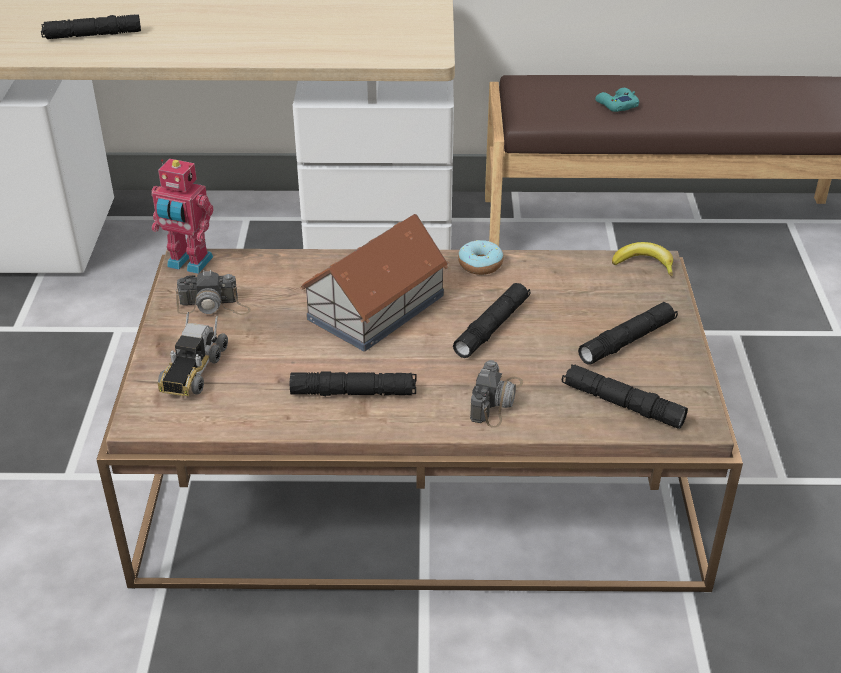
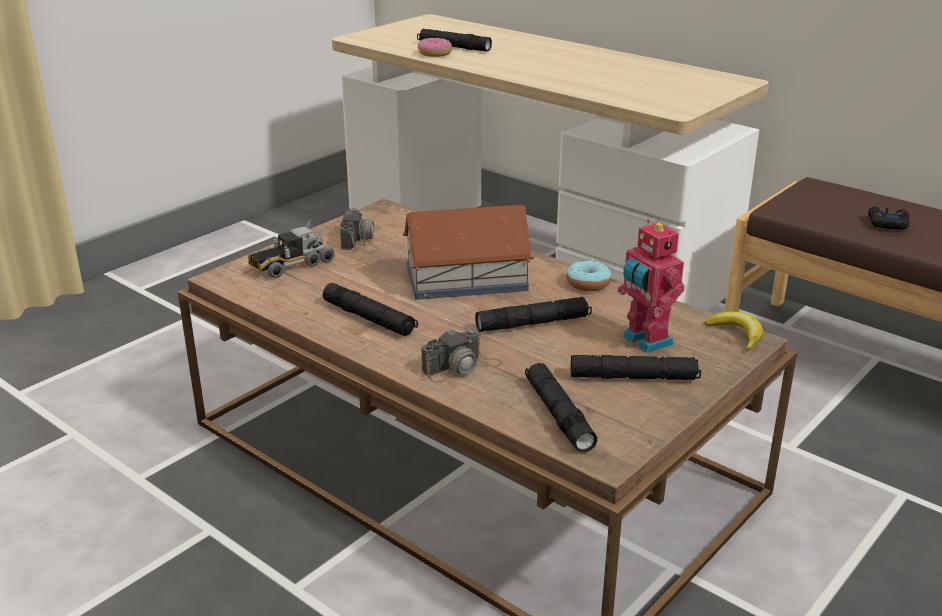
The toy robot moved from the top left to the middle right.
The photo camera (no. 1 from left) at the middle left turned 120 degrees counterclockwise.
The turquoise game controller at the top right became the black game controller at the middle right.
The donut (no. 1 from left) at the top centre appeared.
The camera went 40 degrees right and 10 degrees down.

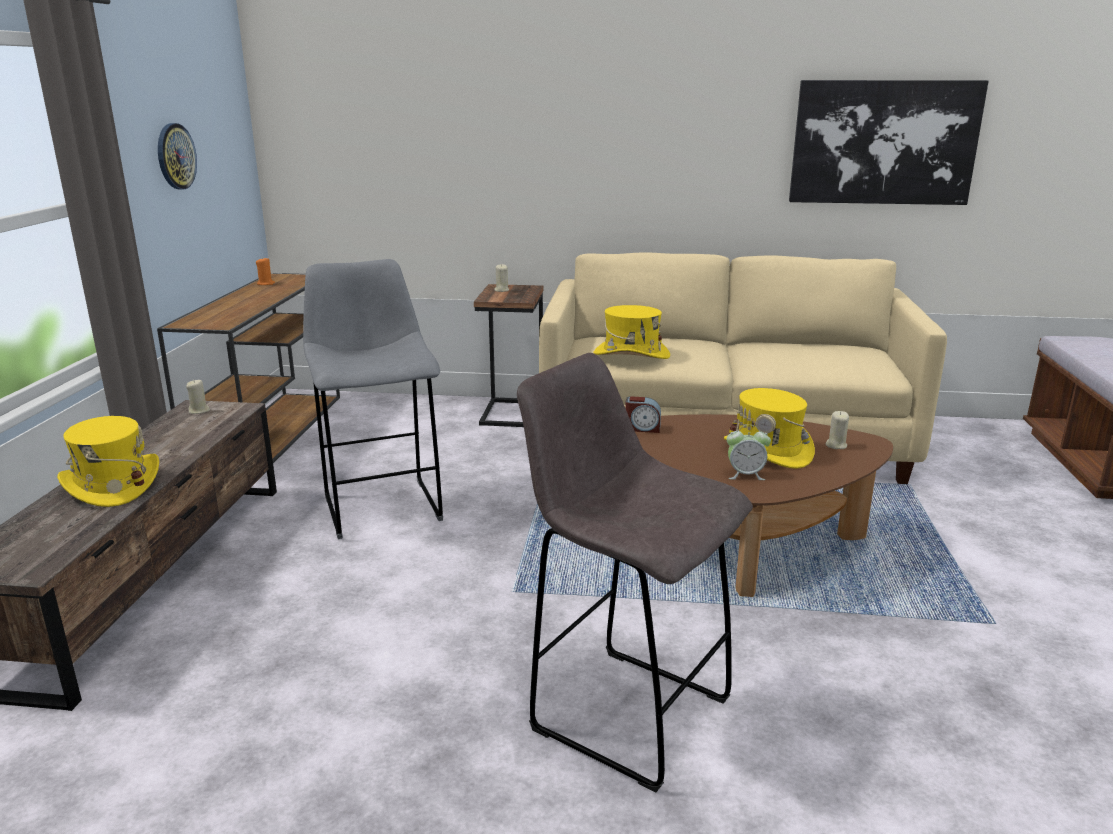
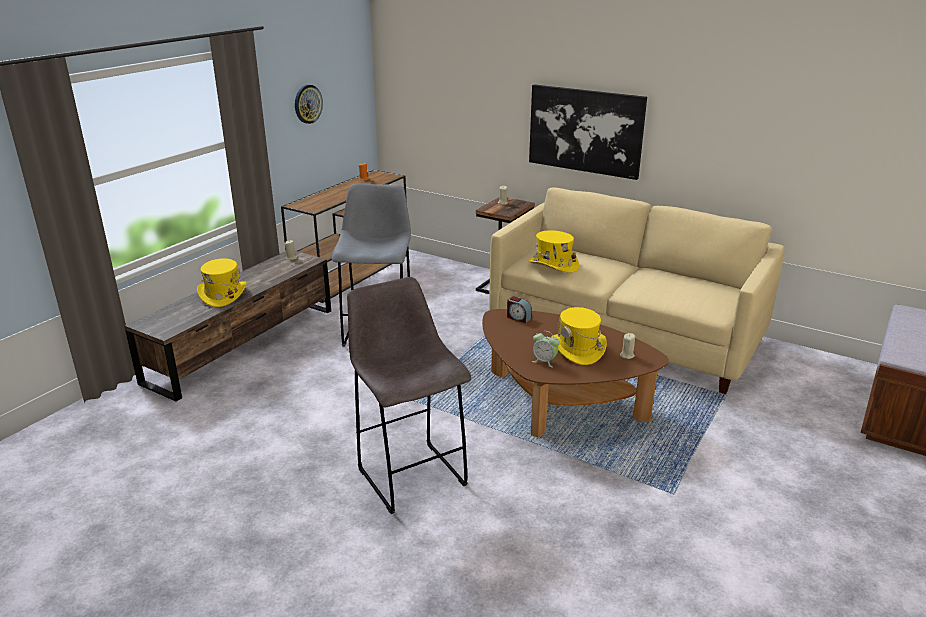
The picture moved from the top right to the top centre.
The camera went 25 degrees right and 5 degrees up.

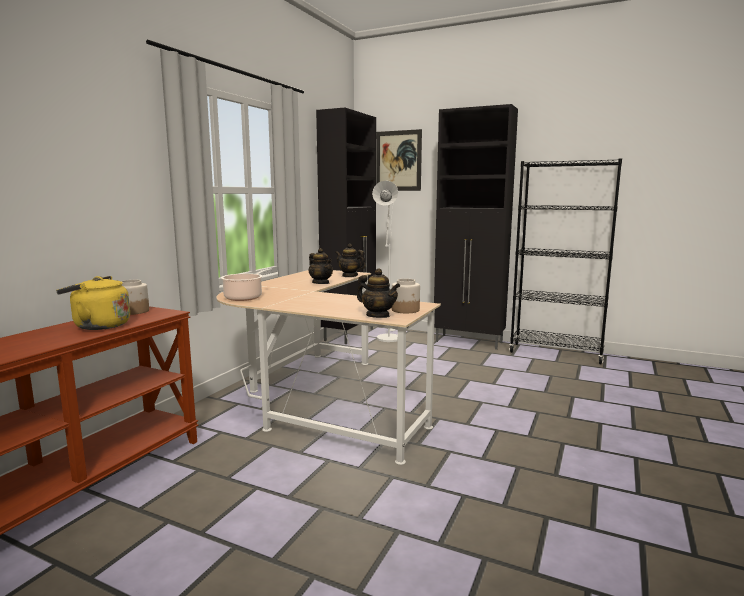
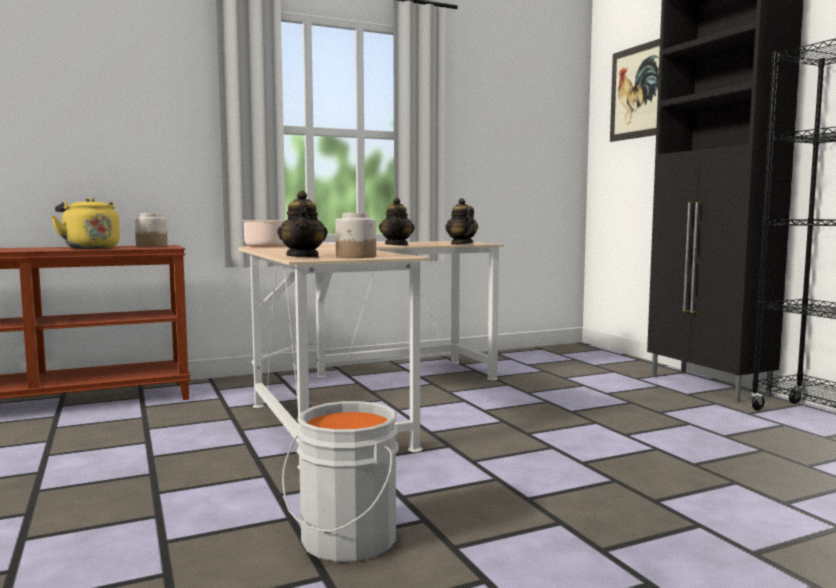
The black cabinet (no. 1 from left) at the centre disappeared.
The white floor lamp at the centre disappeared.
The grey bucket at the bottom centre appeared.
The camera went 40 degrees right and 5 degrees down.

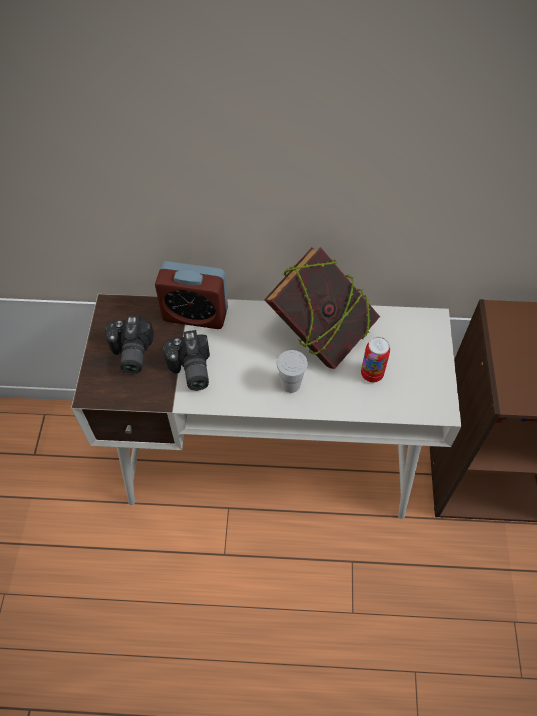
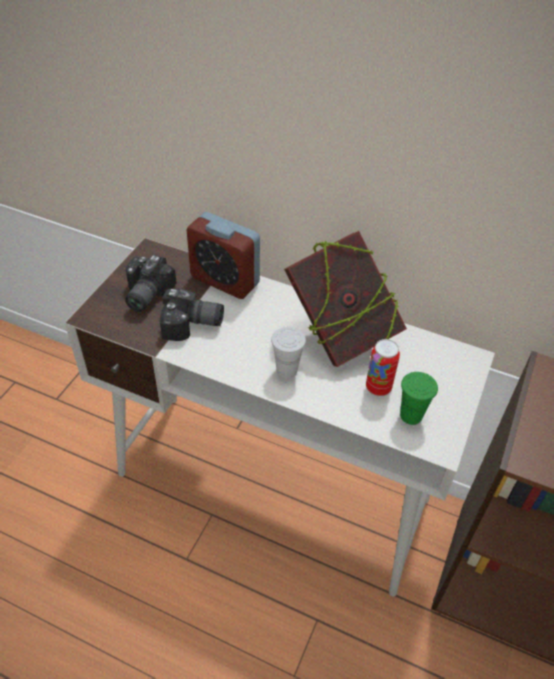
The photo camera (no. 2 from left) at the centre turned 90 degrees counterclockwise.
The green cup at the middle right appeared.
The camera went 20 degrees right and 10 degrees down.

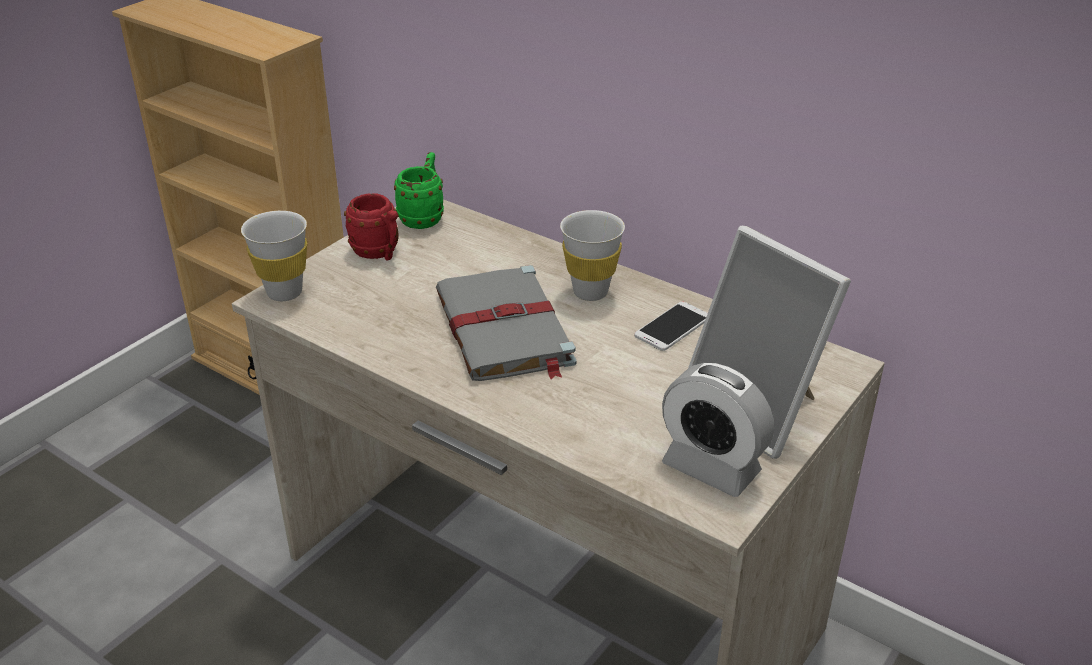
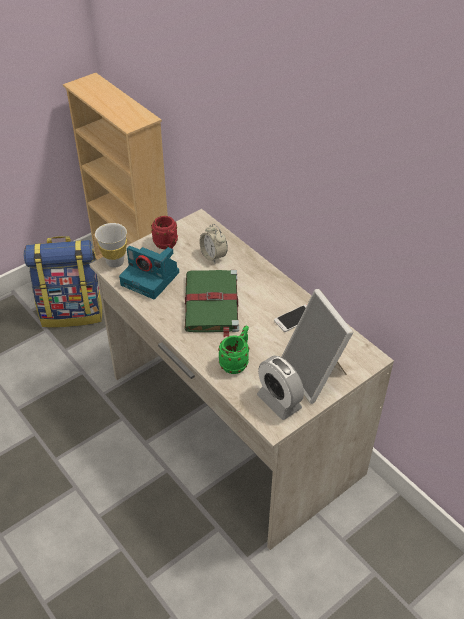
The green mug moved from the top centre to the centre.
The grey book at the centre became the green book at the centre.
The white cup (no. 2 from left) at the centre disappeared.
The backpack at the middle left appeared.
The photo camera at the middle left appeared.
The alarm clock (no. 1 from left) at the centre appeared.
The camera went 15 degrees right and 10 degrees up.

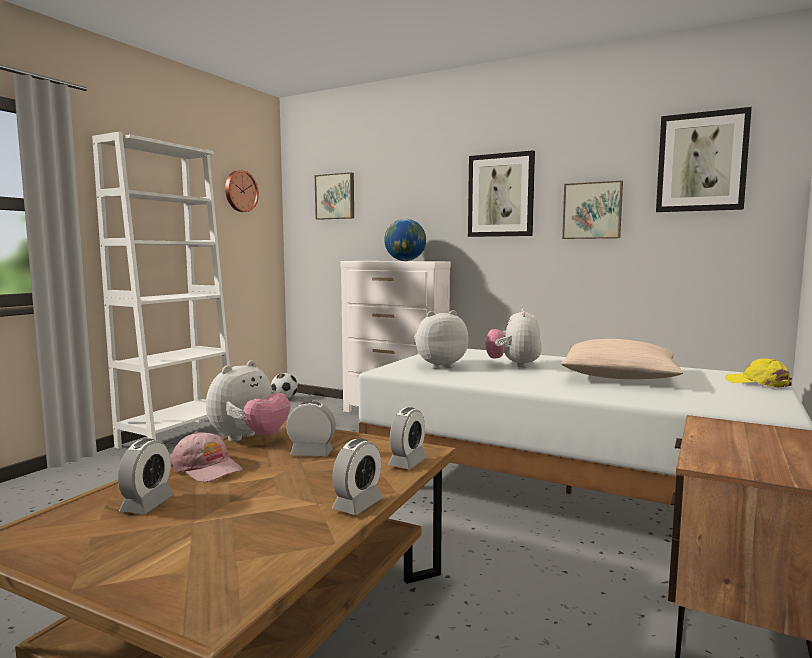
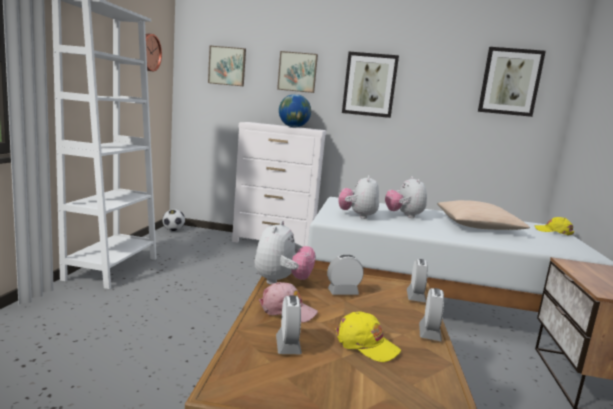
The plush toy (no. 2 from left) at the centre turned 45 degrees counterclockwise.
The picture (no. 3 from left in the first image) moved from the top right to the top centre.
The yellow cap (no. 1 from left) at the bottom centre appeared.
The camera went 20 degrees left and 5 degrees up.

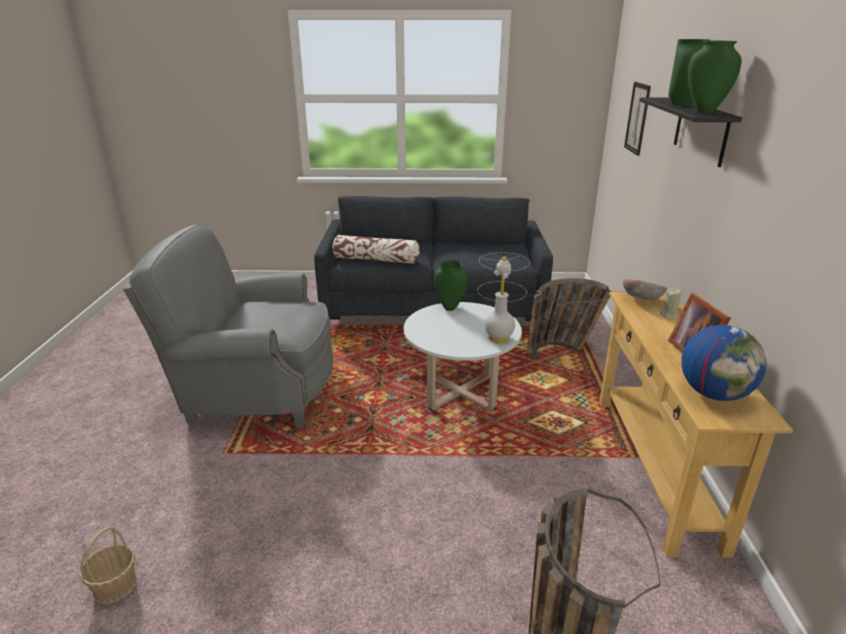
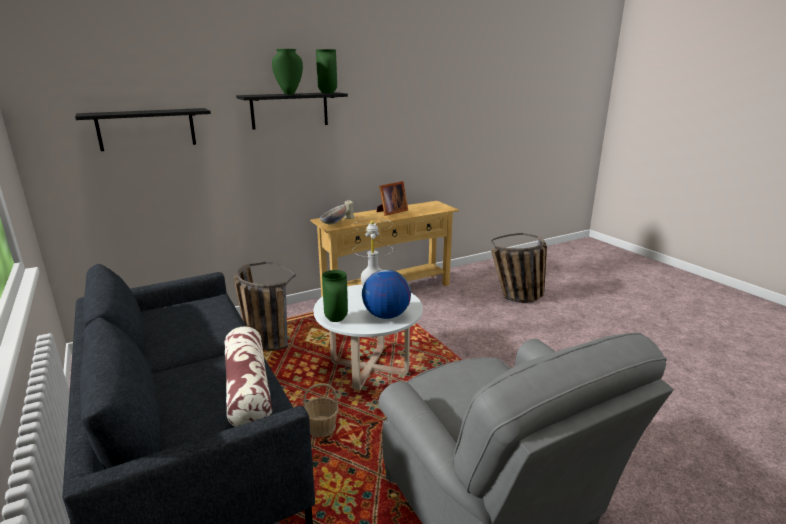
The basket (no. 1 from left in the first image) moved from the bottom left to the bottom centre.
The picture at the top right was replaced by the black shelf (no. 1 from left) at the top left.
The globe moved from the middle right to the centre.
The camera went 120 degrees left and 5 degrees down.

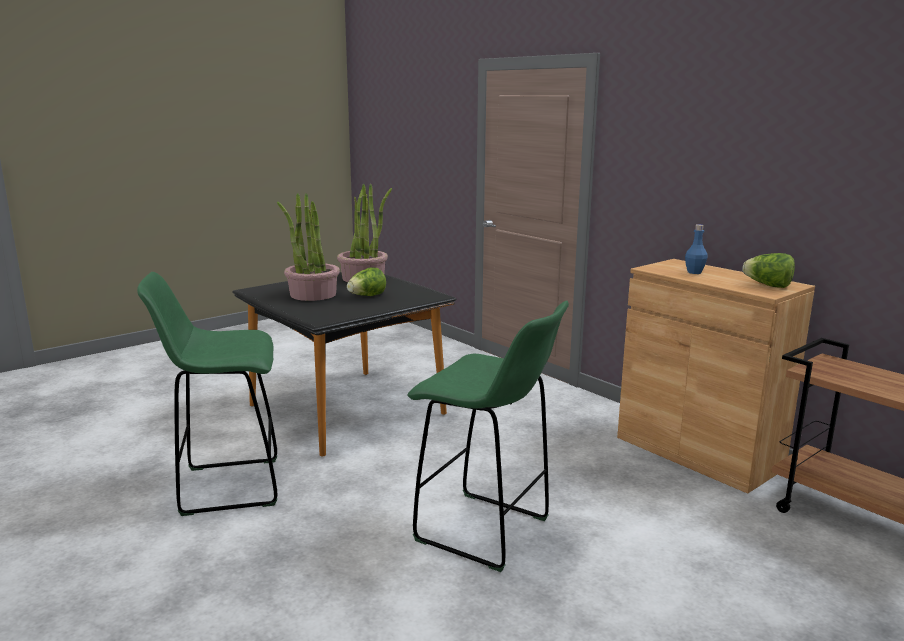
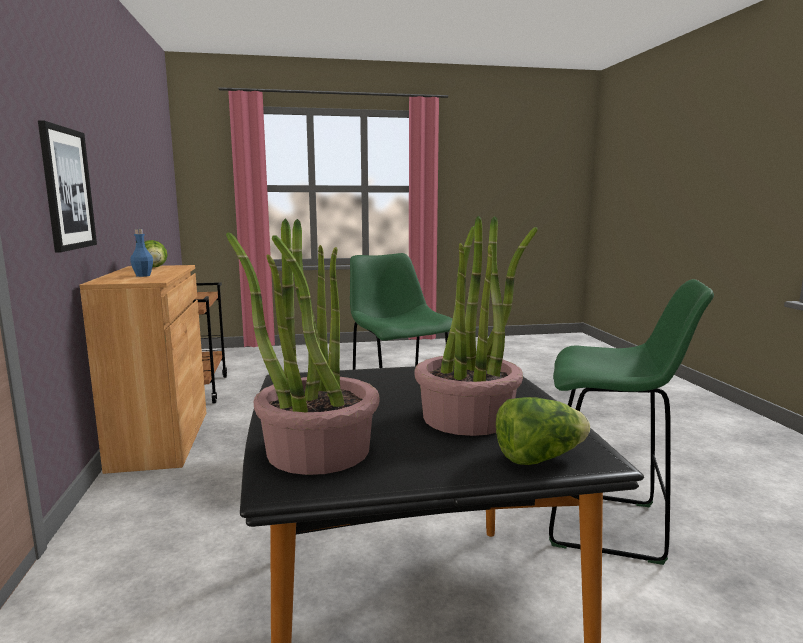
The lettuce (no. 1 from left in the first image) moved from the centre to the bottom right.
The picture at the top left appeared.
The camera went 150 degrees left and 5 degrees down.

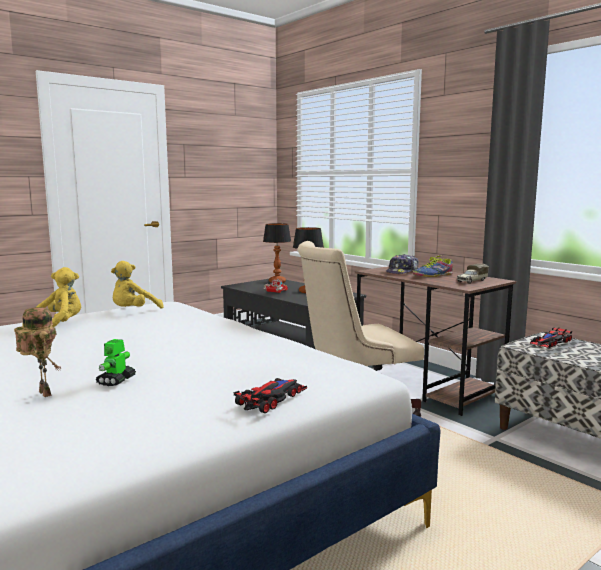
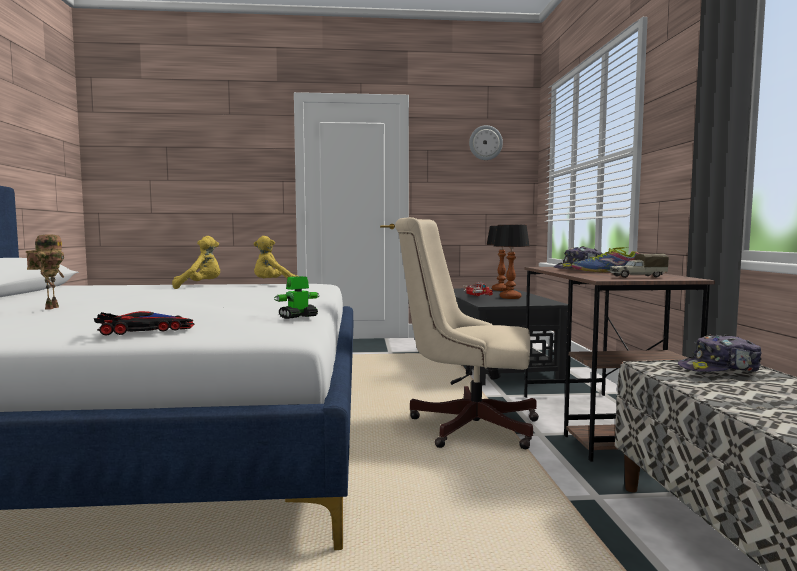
The toy robot (no. 2 from left) moved from the middle left to the centre.
The toy car (no. 2 from left) at the middle right was replaced by the cap (no. 2 from left) at the middle right.
The wall clock at the top centre appeared.
The camera went 35 degrees right and 5 degrees down.

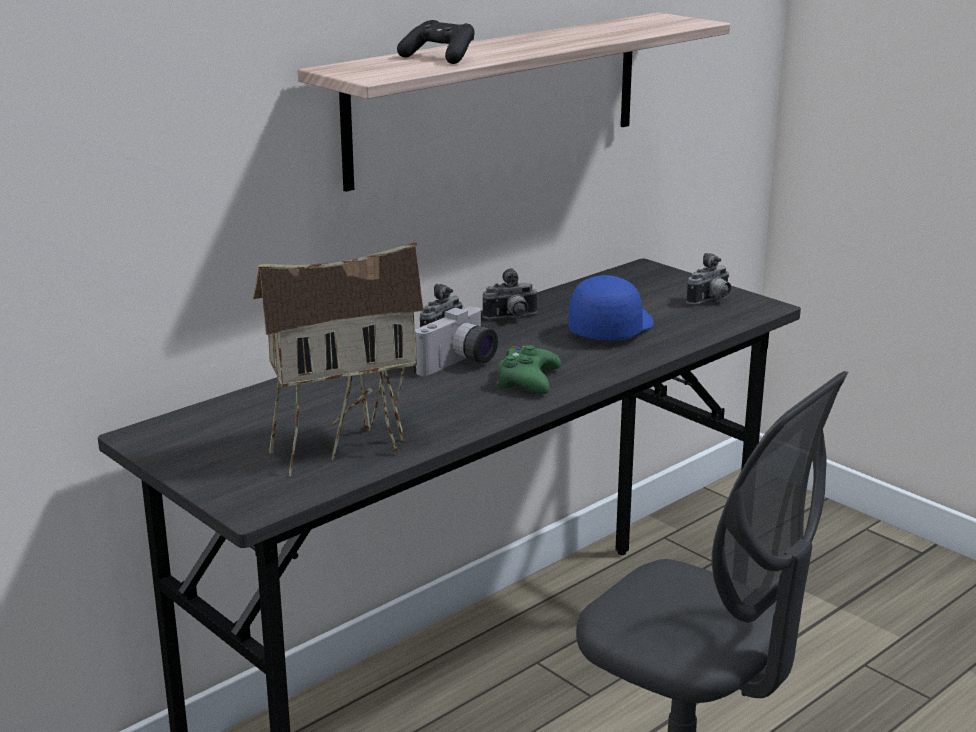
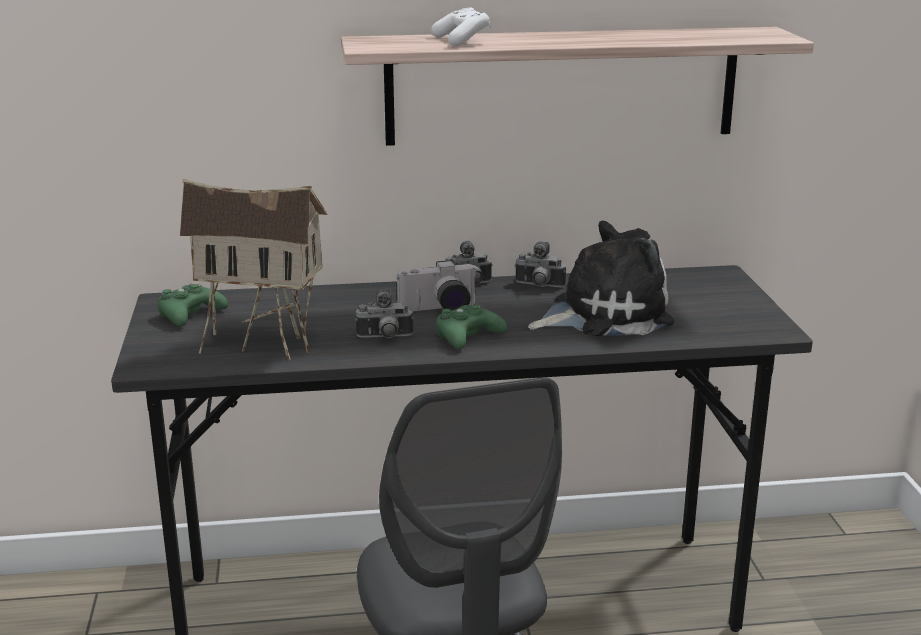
The black game controller at the top centre became the white game controller at the top centre.
The blue cap at the centre was replaced by the plush toy at the centre.
The photo camera (no. 4 from left in the first image) moved from the middle right to the centre.
The green game controller (no. 1 from left) at the middle left appeared.
The camera went 35 degrees right and 0 degrees up.

